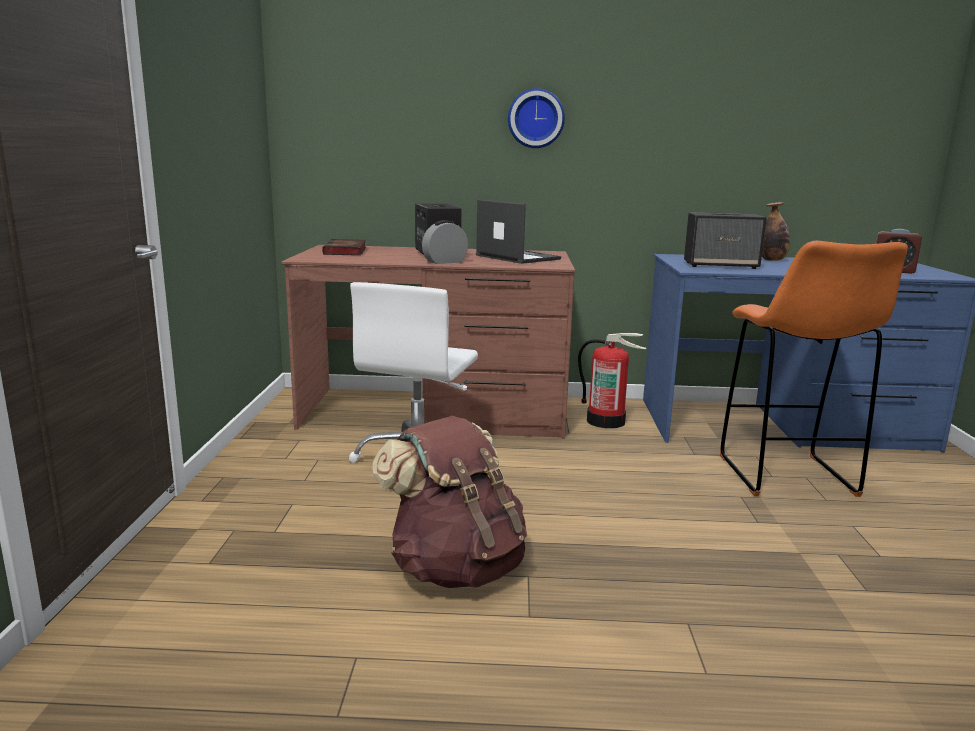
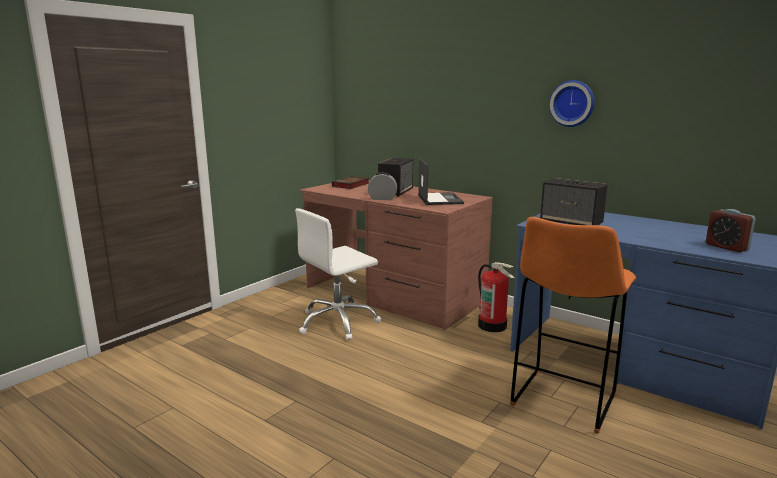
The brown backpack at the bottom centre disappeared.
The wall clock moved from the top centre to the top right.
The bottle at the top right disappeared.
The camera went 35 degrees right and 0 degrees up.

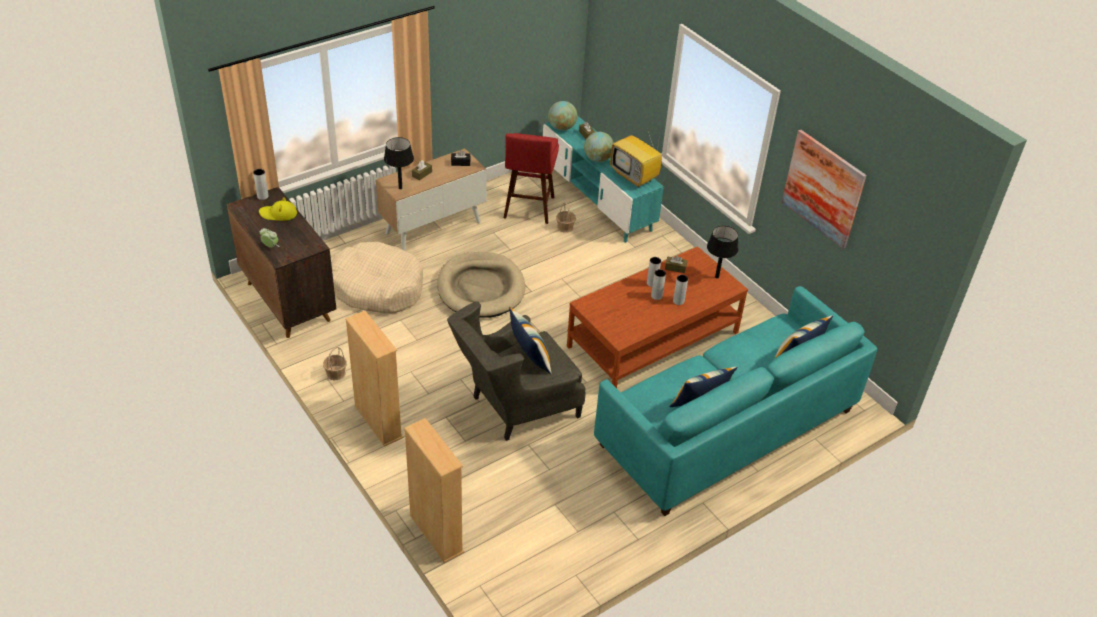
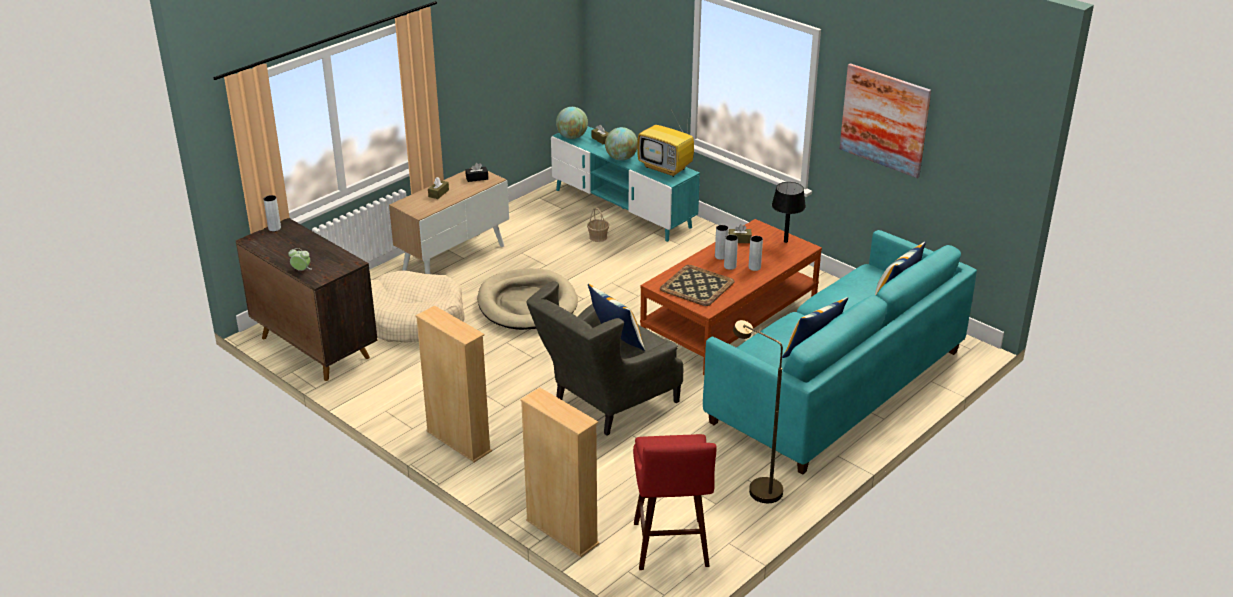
The yellow hat at the middle left disappeared.
The basket (no. 1 from left) at the middle left disappeared.
The black table lamp (no. 1 from left) at the top centre disappeared.
The red stool moved from the top centre to the bottom centre.
The tray at the centre appeared.
The brown floor lamp at the bottom centre appeared.
The camera went 10 degrees left and 10 degrees down.

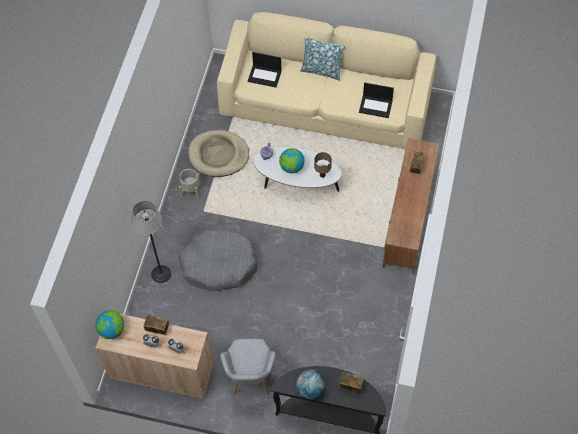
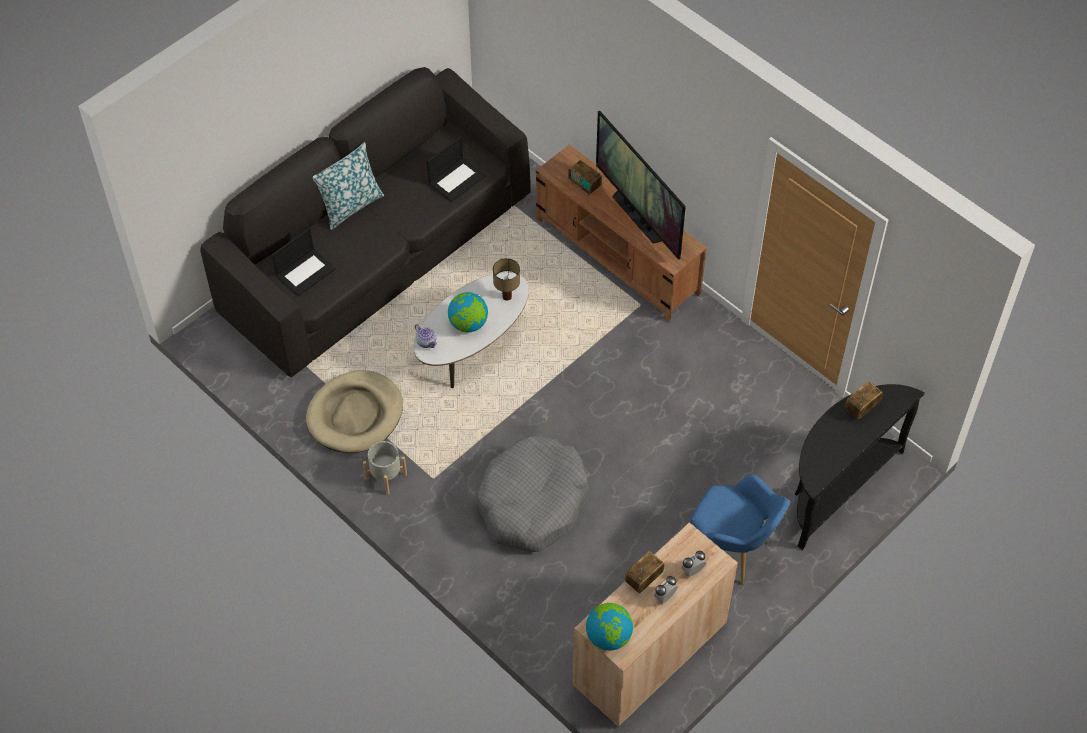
The floor lamp at the middle left disappeared.
The beige sofa at the top centre became the black sofa at the top centre.
The grey armchair at the bottom centre became the blue armchair at the bottom right.
The globe (no. 3 from left) at the bottom centre disappeared.
The television at the top centre appeared.
The camera went 60 degrees left and 5 degrees down.

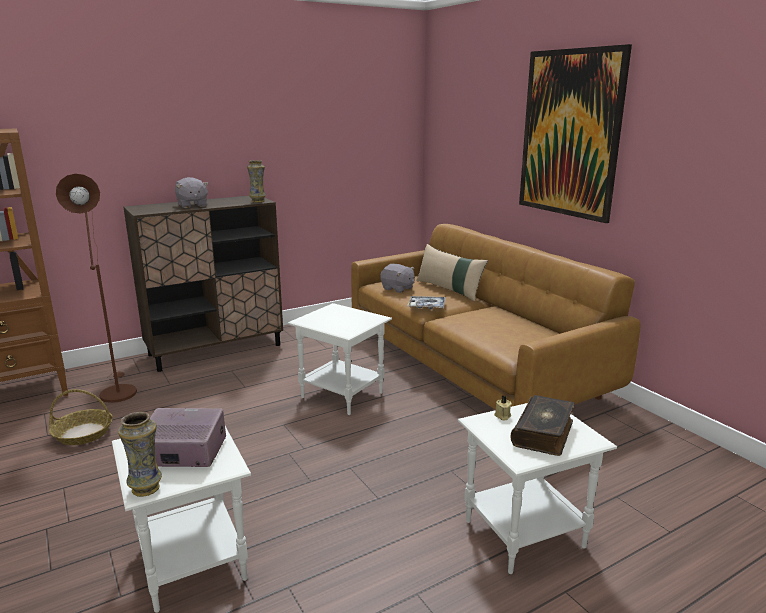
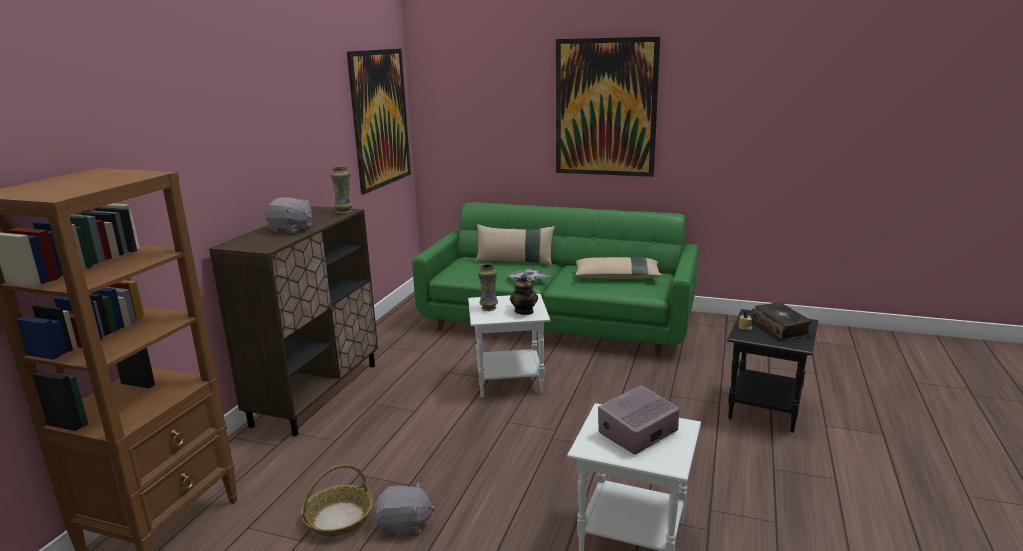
The brown floor lamp at the middle left disappeared.
The vase (no. 1 from left in the first image) moved from the bottom left to the centre.
The brown sofa at the centre became the green sofa at the centre.
The grey plush toy (no. 2 from left) moved from the centre to the bottom centre.
The white side table (no. 3 from left) at the bottom right became the black side table at the bottom right.
The picture (no. 1 from left) at the top centre appeared.
The teapot at the centre appeared.
The beige pillow (no. 2 from left) at the centre appeared.
The camera went 40 degrees left and 0 degrees up.

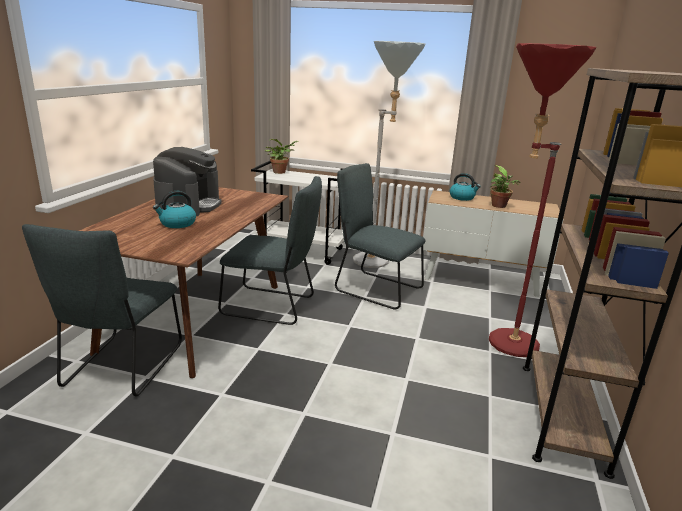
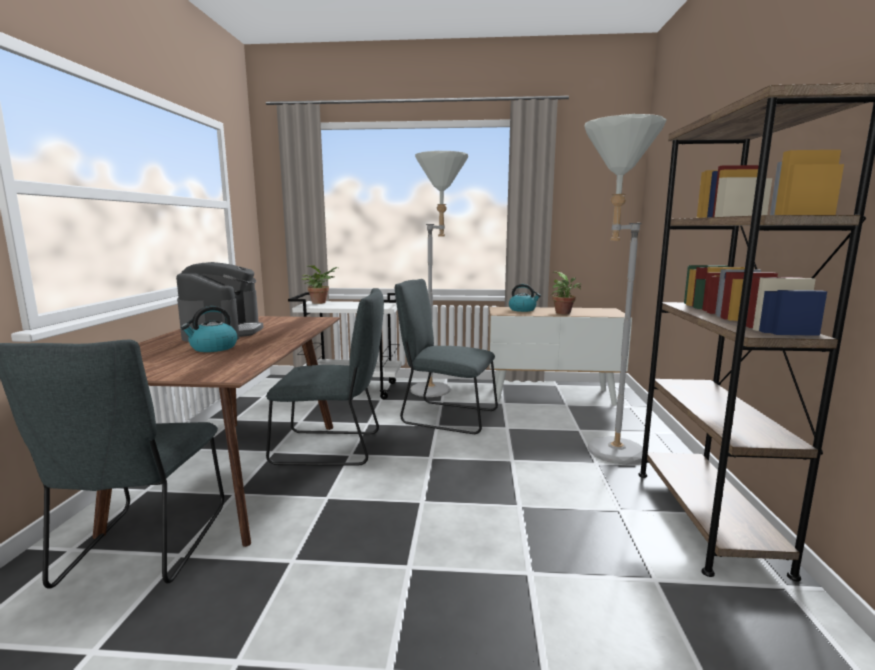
The red floor lamp at the middle right became the grey floor lamp (no. 2 from left) at the middle right.
The camera went 10 degrees left and 10 degrees down.

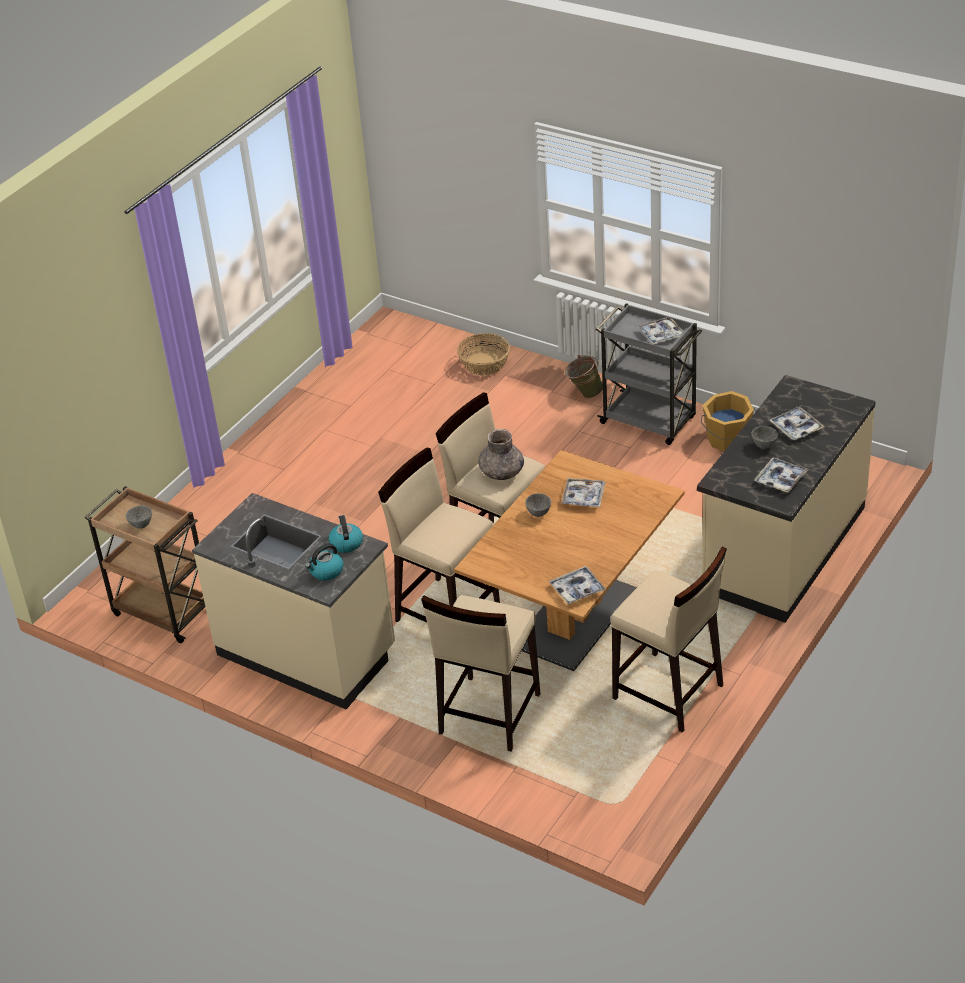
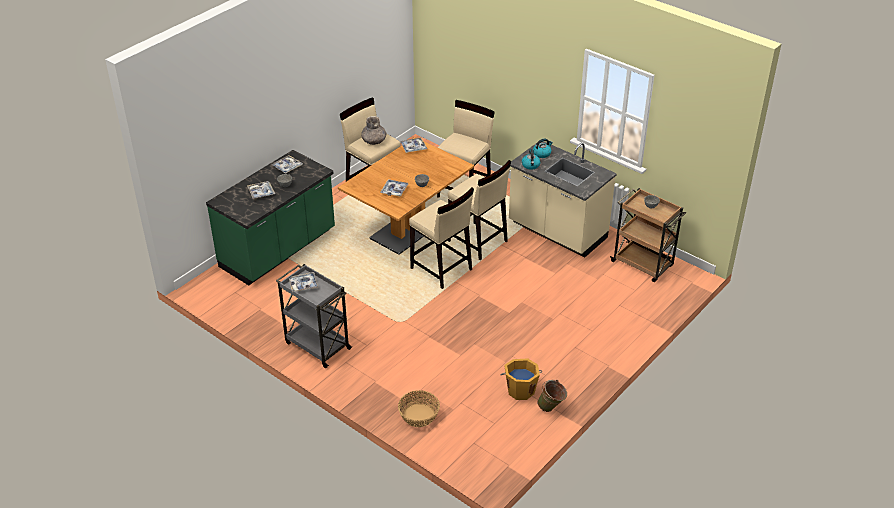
The grey vase moved from the centre to the top centre.
The green bucket moved from the centre to the bottom centre.
The beige counter (no. 2 from left) at the middle right became the green counter at the middle left.
The orange bucket moved from the middle right to the bottom centre.
The camera went 175 degrees left and 0 degrees up.

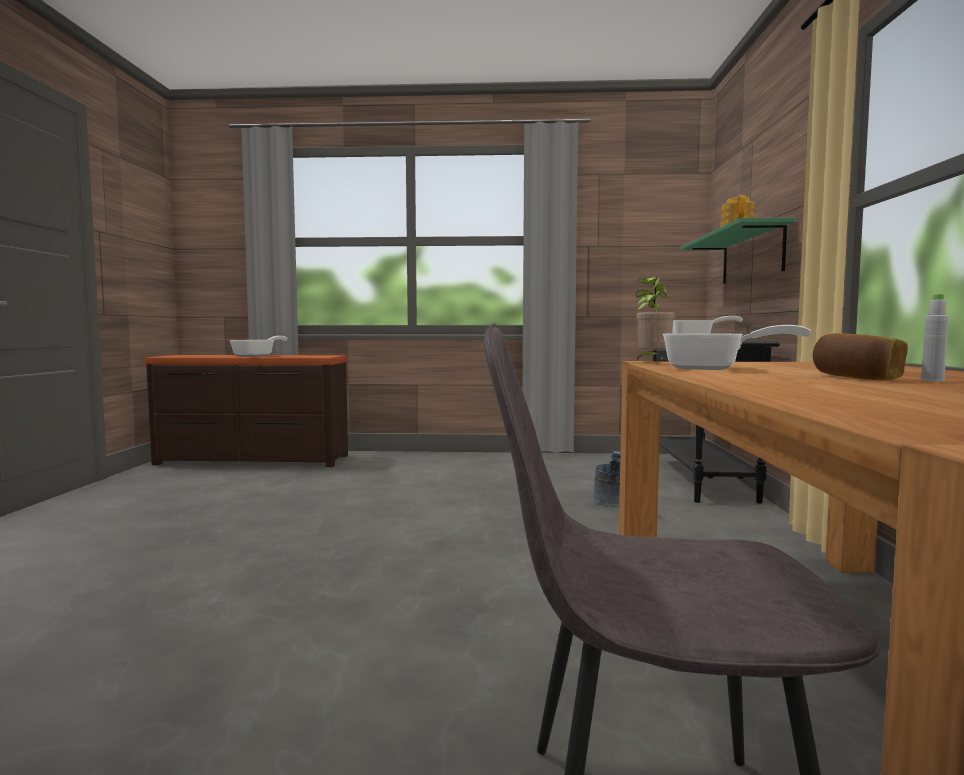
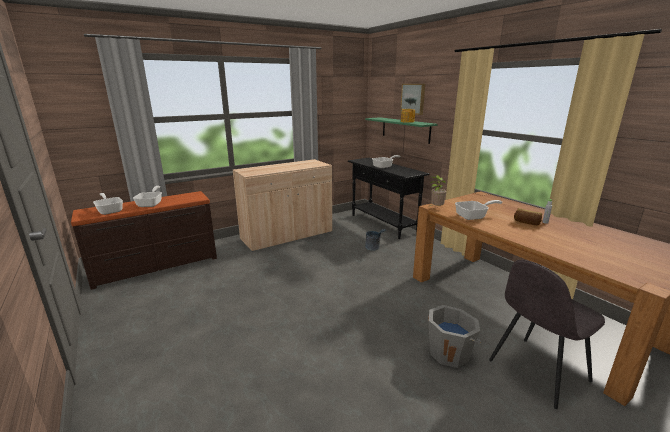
The frying pan (no. 1 from left) at the middle left appeared.
The beige cabinet at the centre appeared.
The picture at the top centre appeared.
The grey bucket (no. 2 from left) at the bottom right appeared.
The camera went 35 degrees left and 15 degrees up.

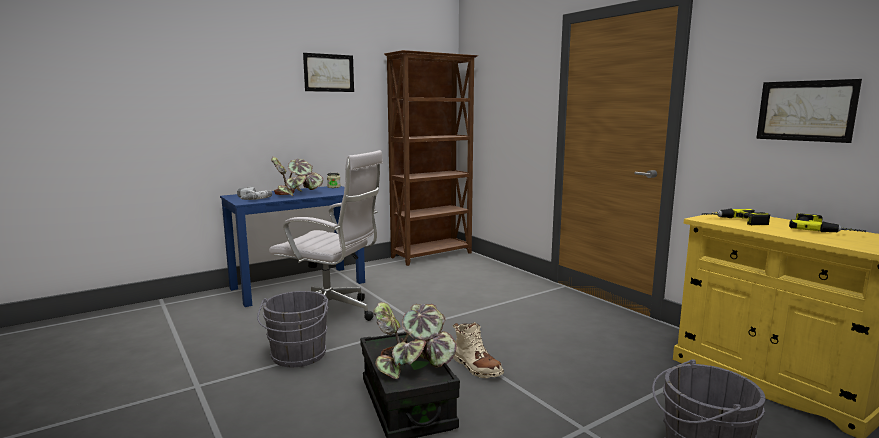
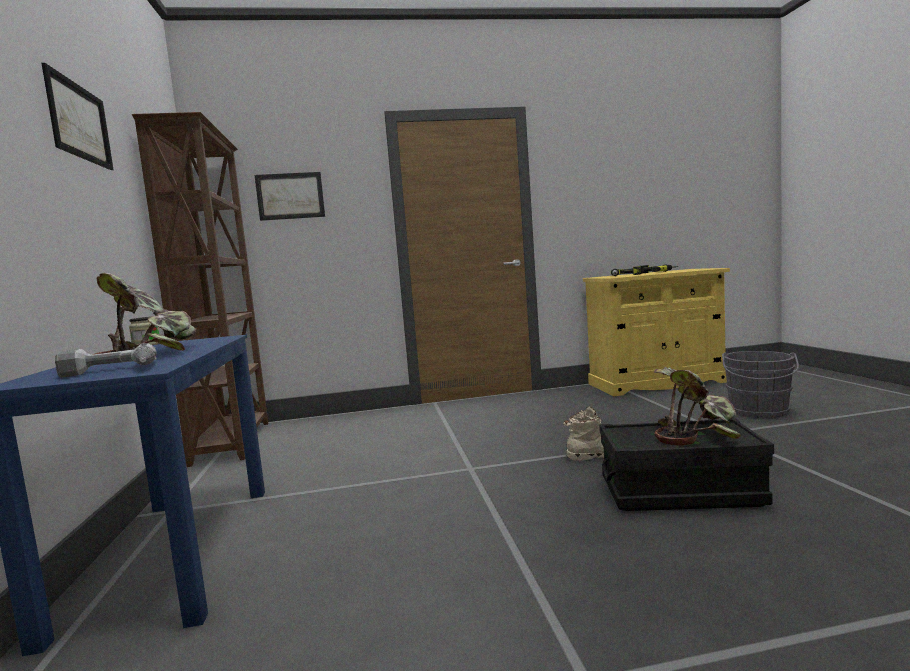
The grey bucket (no. 1 from left) at the bottom left disappeared.
The white office chair at the centre disappeared.
The picture (no. 2 from left) moved from the top right to the top left.
The camera went 65 degrees left and 5 degrees down.

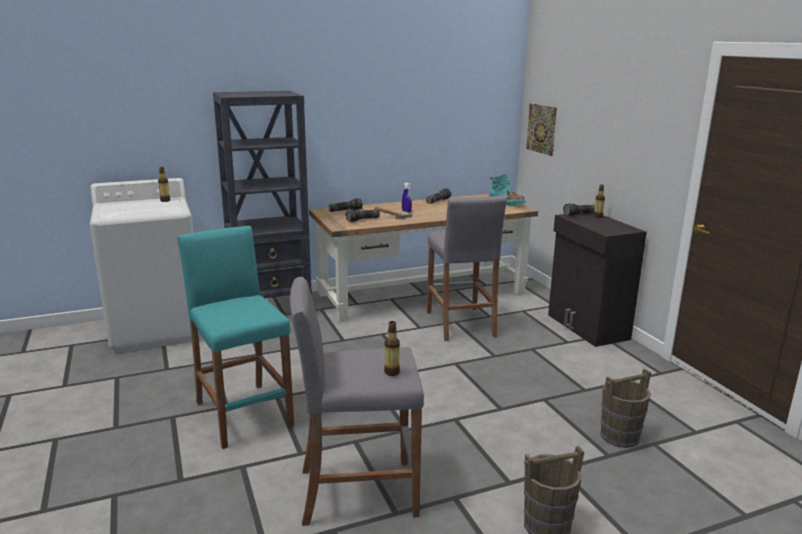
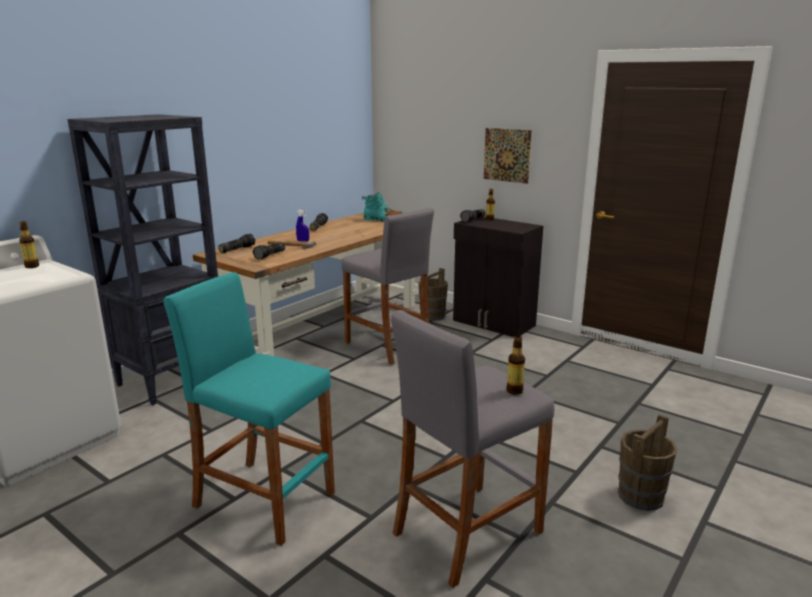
The picture moved from the top right to the top centre.
The brown bucket (no. 2 from left in the first image) moved from the bottom right to the centre.
The camera went 30 degrees left and 0 degrees up.

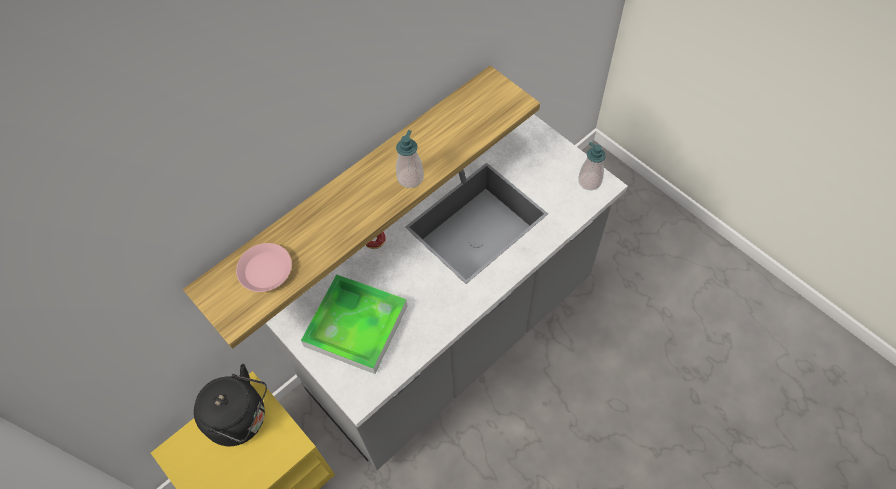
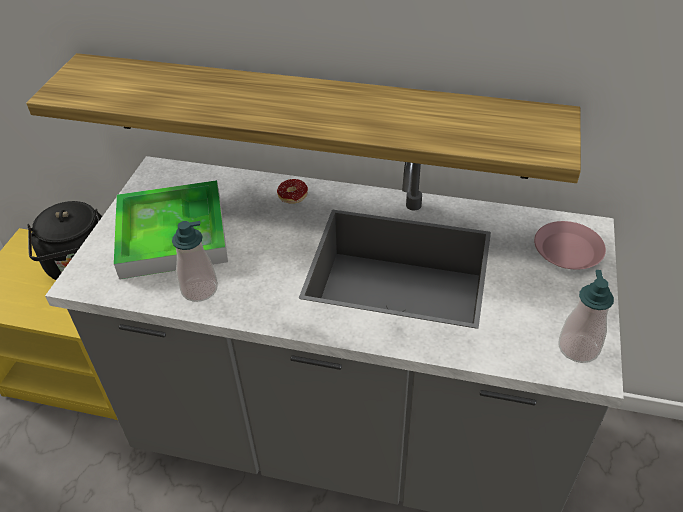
The pink plate moved from the middle left to the middle right.
The soap dispenser (no. 1 from left) moved from the top centre to the middle left.
The camera went 55 degrees right and 15 degrees down.

